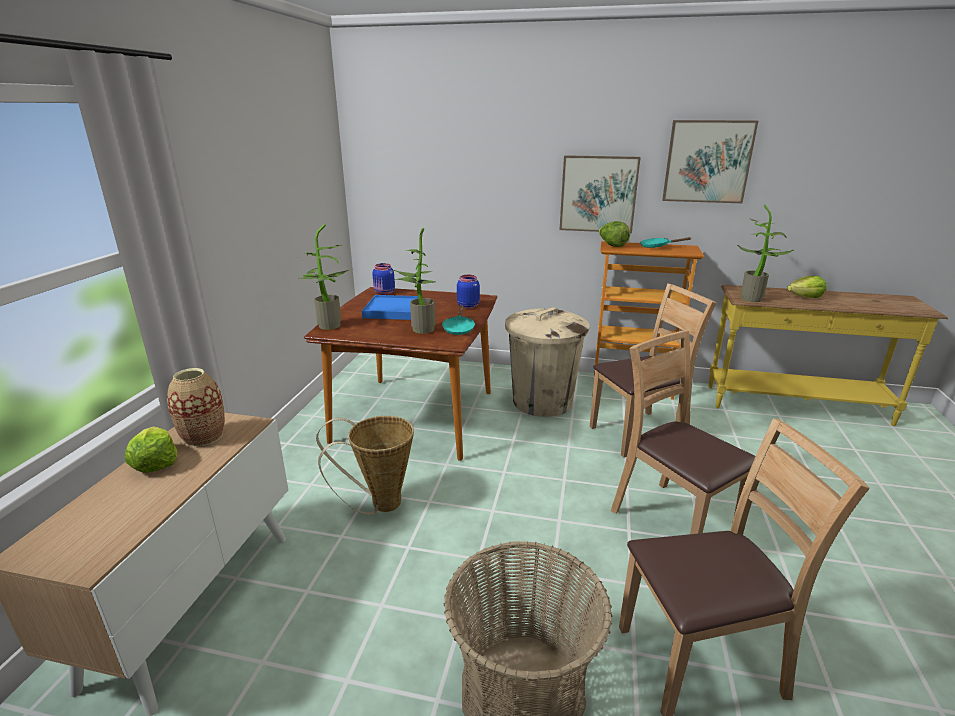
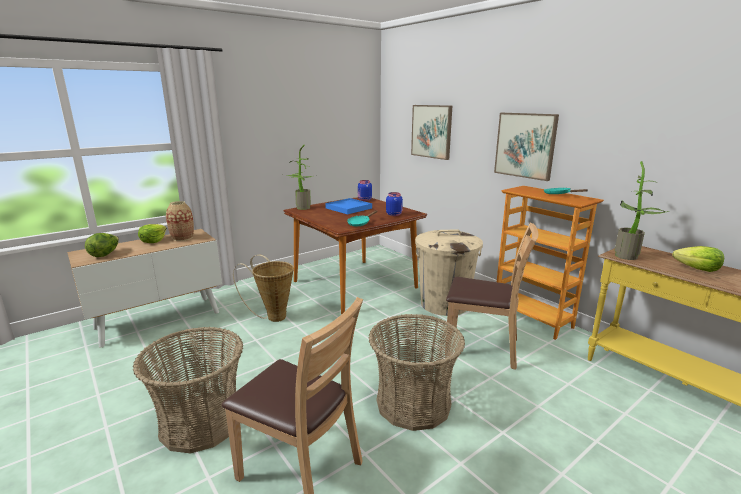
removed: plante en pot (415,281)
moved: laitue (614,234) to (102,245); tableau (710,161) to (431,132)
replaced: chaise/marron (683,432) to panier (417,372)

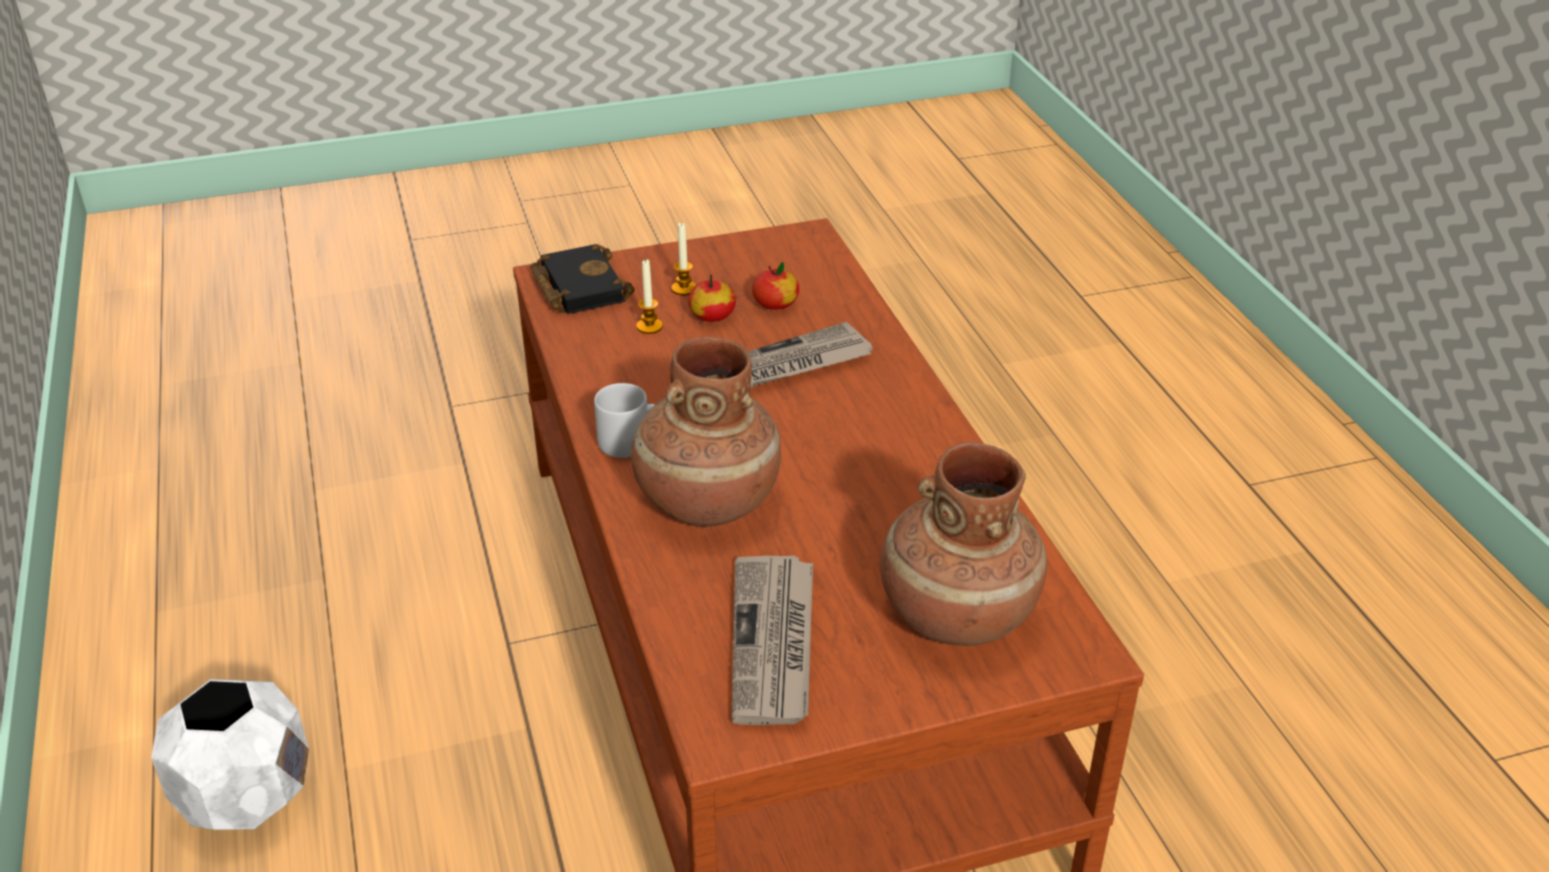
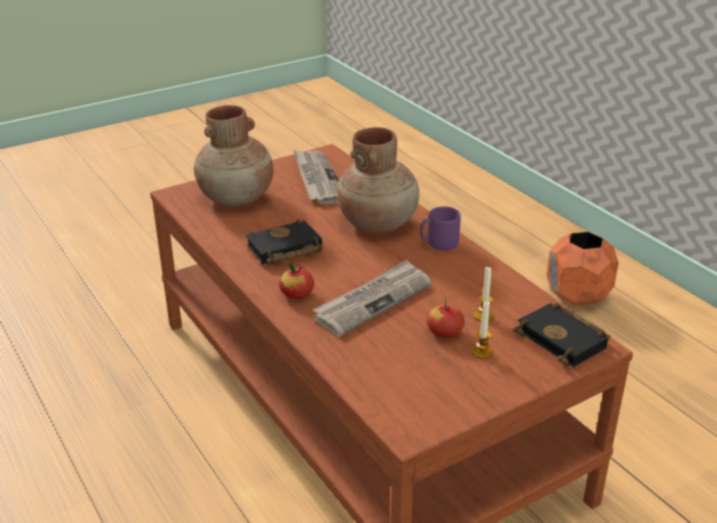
added: livre/noir (284,243)
moved: pomme (775,286) to (296,281)
recoloured: cache-pot/blanc (230,754) to cache-pot/orange (582,269); mug/gris (624,420) to mug/violet (440,228)

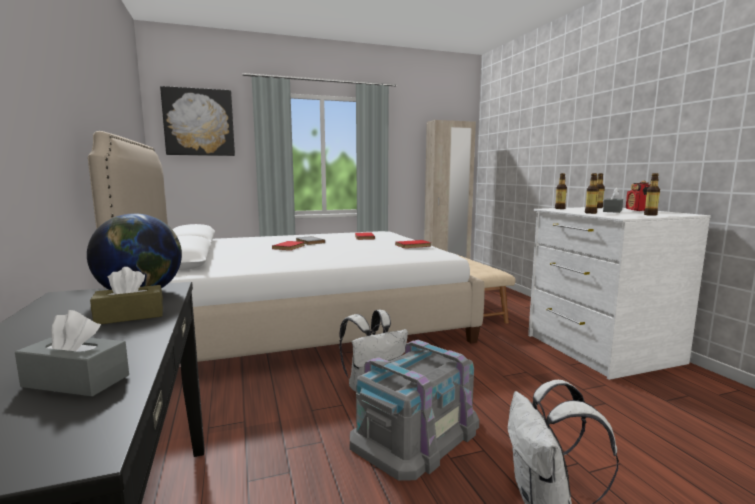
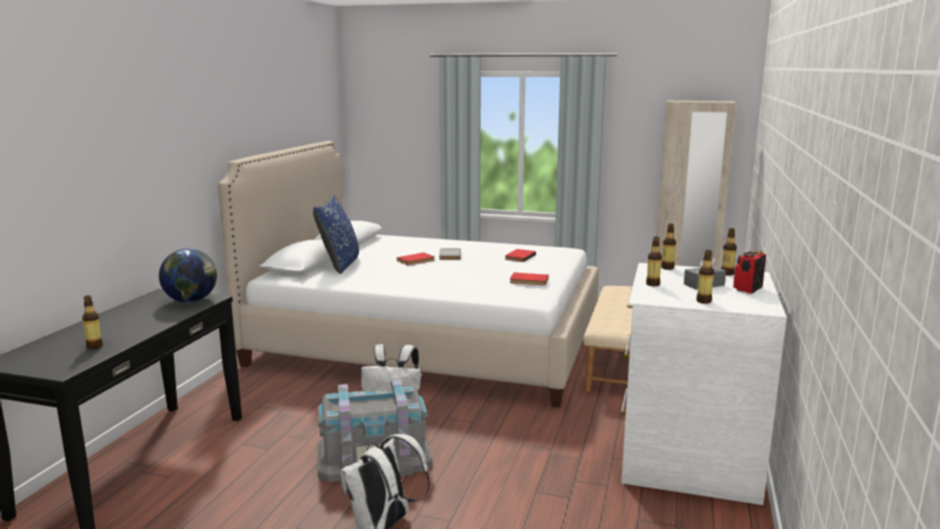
removed: boîte à mouchoirs/marron (126,295); tableau (197,121)
added: coussin/bleu (336,234)
replaced: boîte à mouchoirs/gris (72,353) to bouteille (92,322)

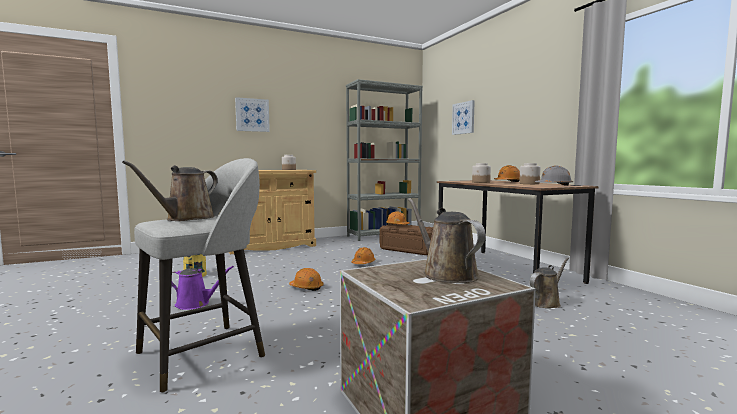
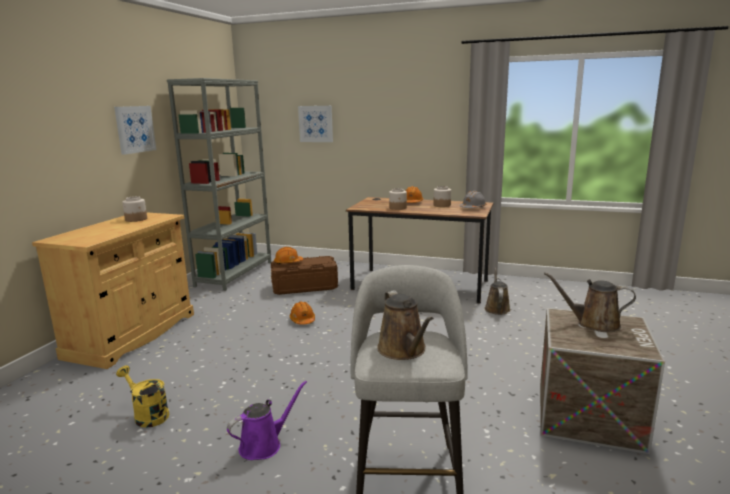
removed: casque de chantier/orange (306,279)
moved: tableau (252,114) to (135,130)

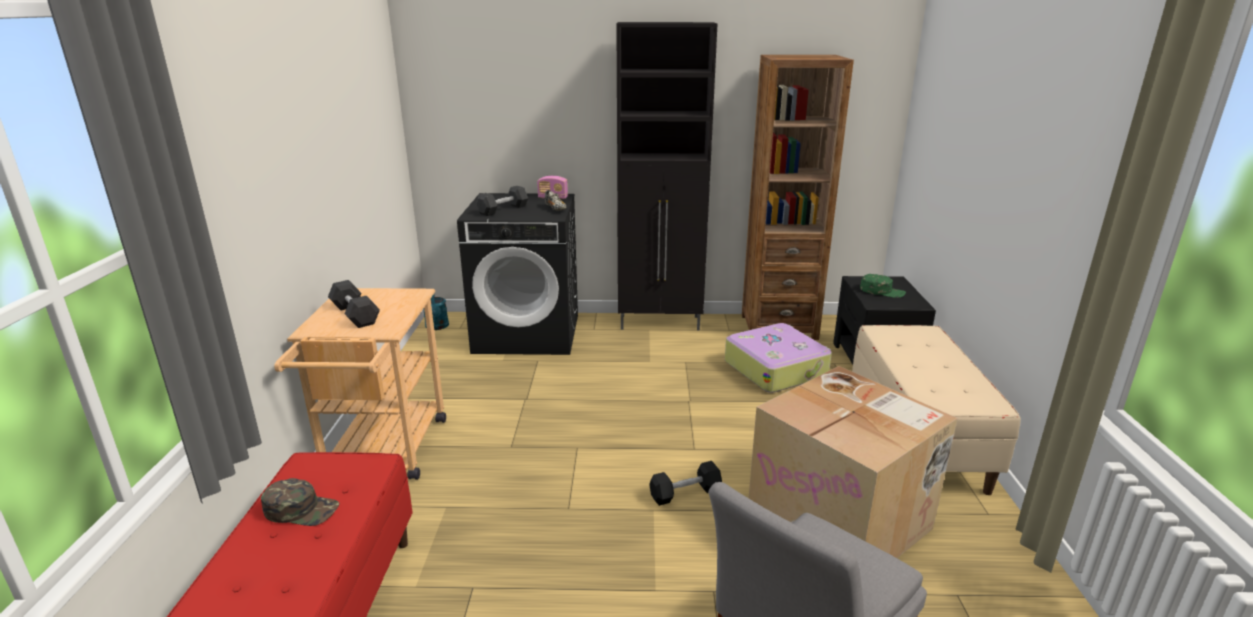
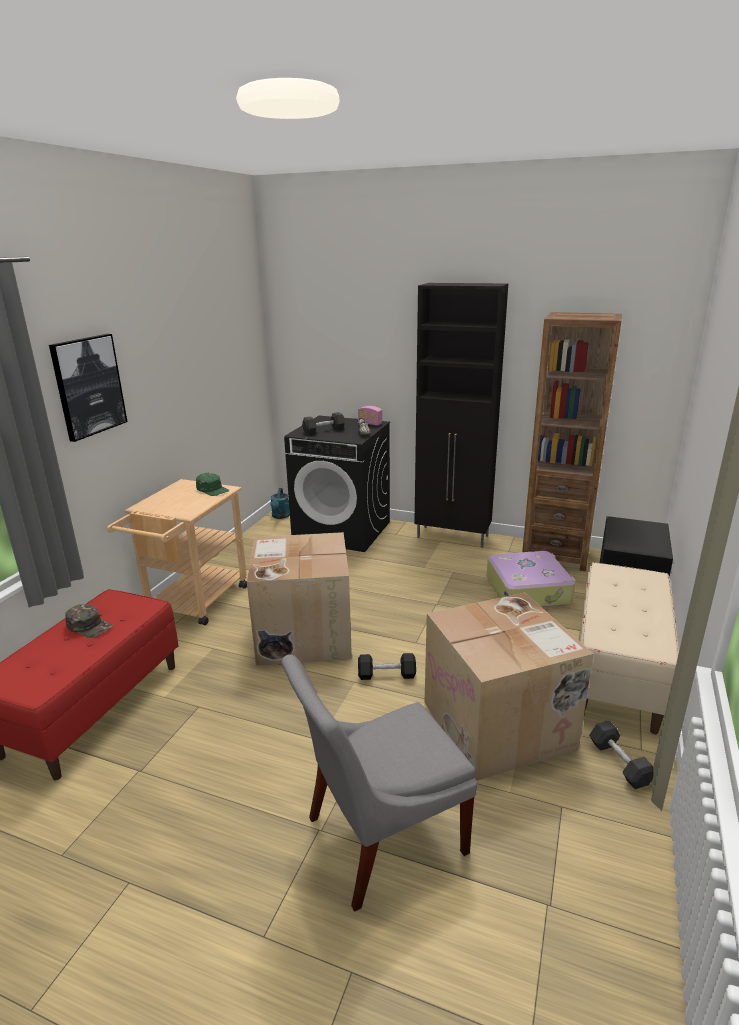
added: tableau (88,388); carton (299,598)
moved: haltère/noir (354,304) to (621,755); casquette/vert (883,286) to (212,484)

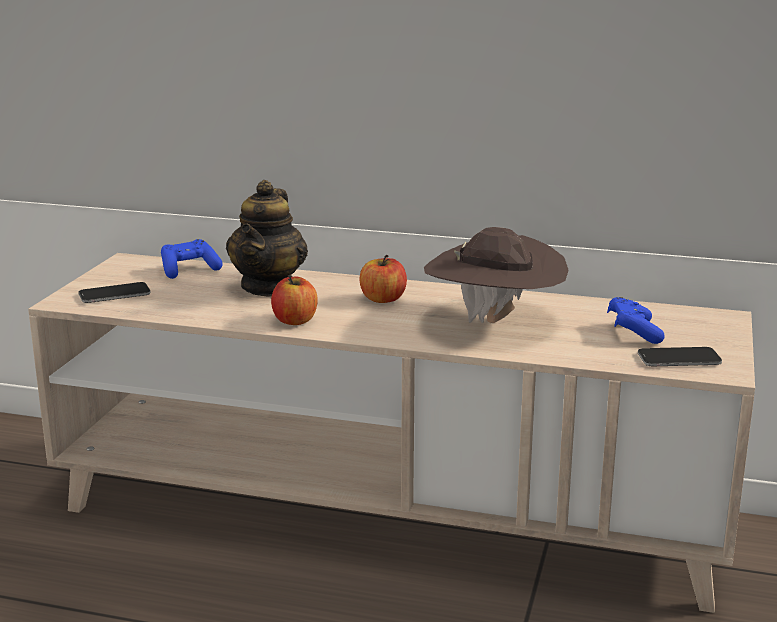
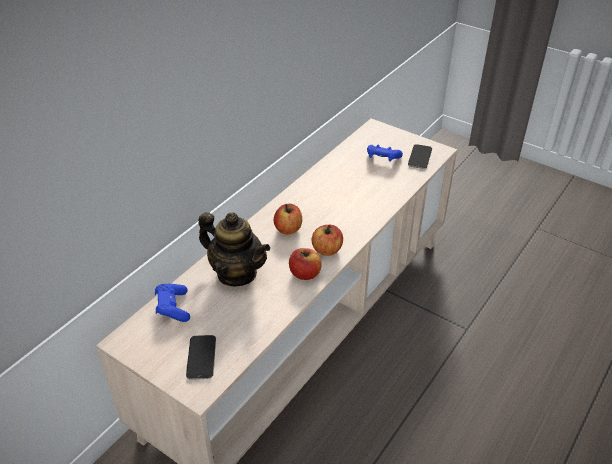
removed: chapeau/marron (496,275)
added: pomme (327,240)

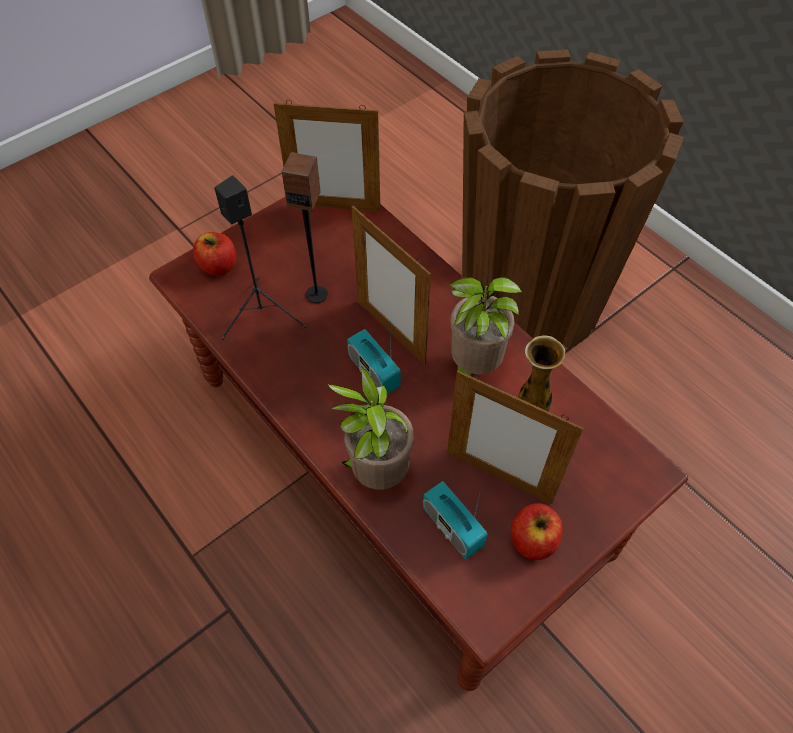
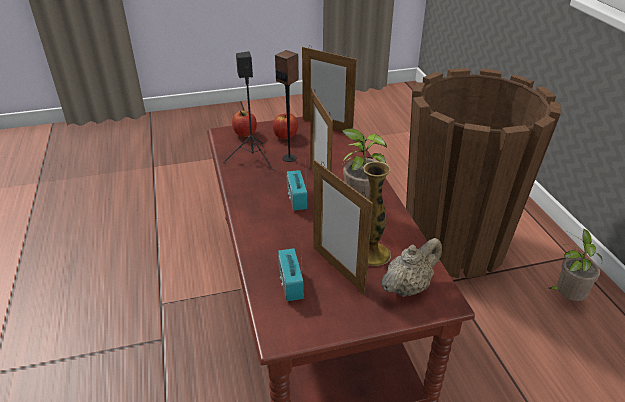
added: théière/beige (411,267)
moved: plante en pot (371,428) to (576,265); pomme (537,531) to (285,126)

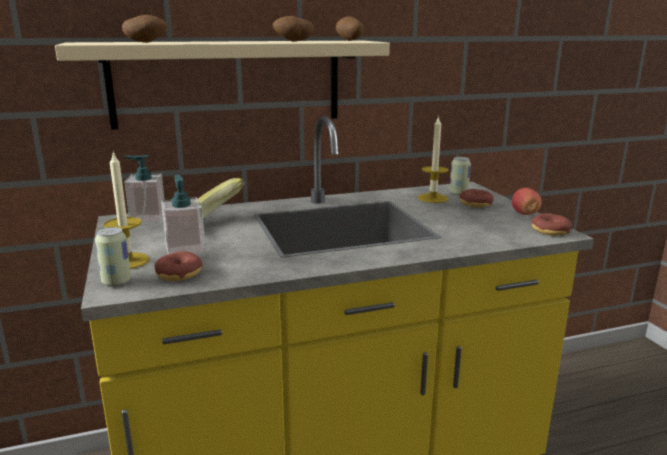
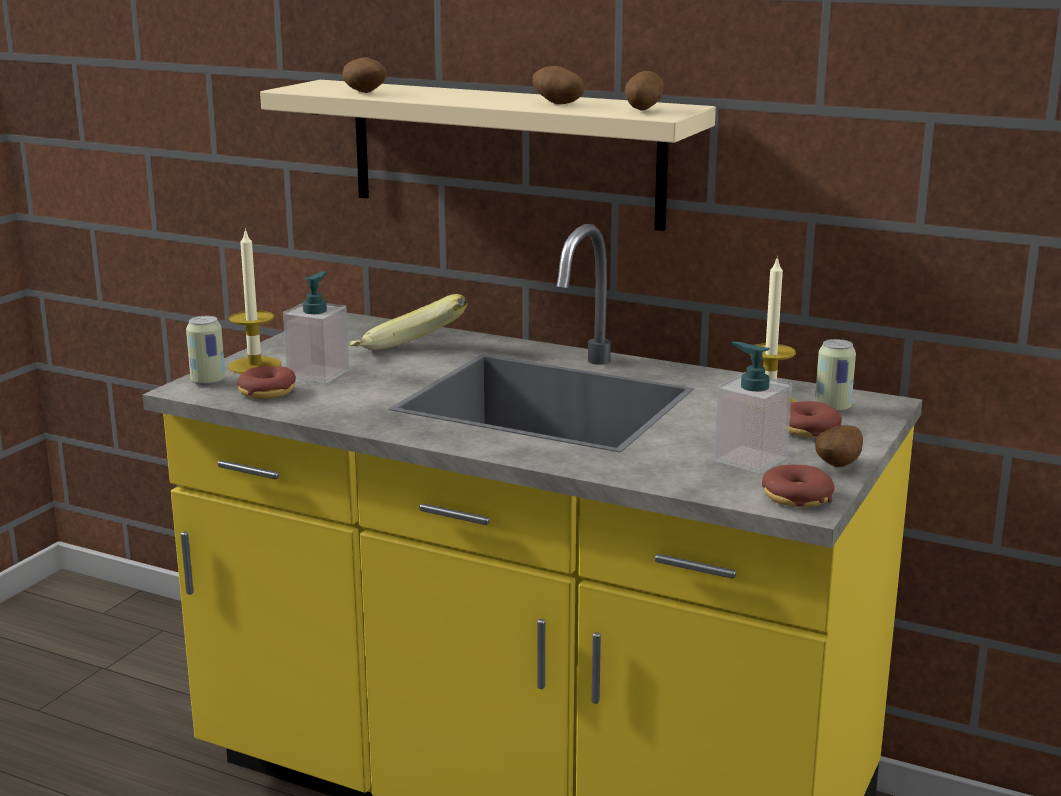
moved: distributeur de savon (144,190) to (753,408)
replaced: pomme (527,201) to pomme de terre (839,446)

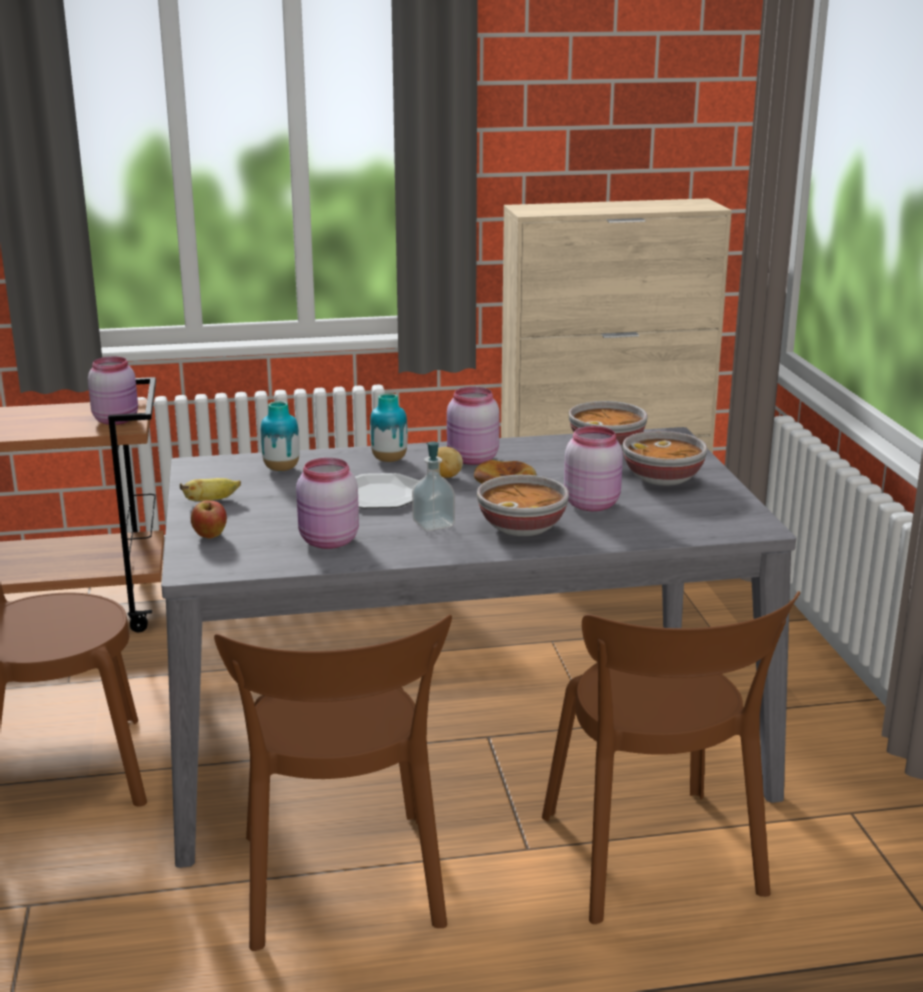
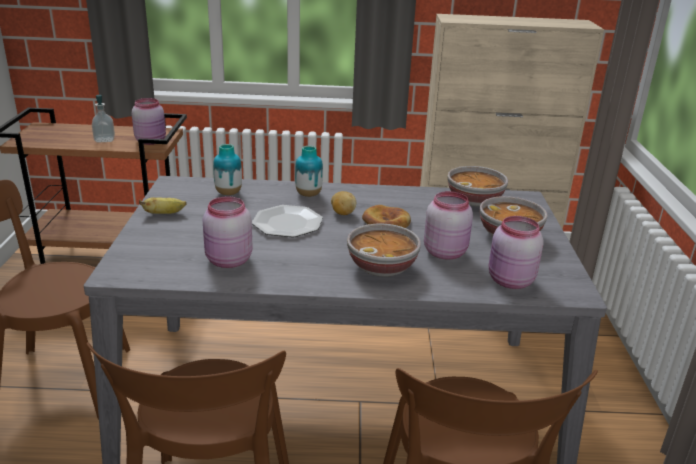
removed: pomme (209,519)
moved: distributeur de savon (433,486) to (103,118); bocal/rose (473,426) to (516,252)

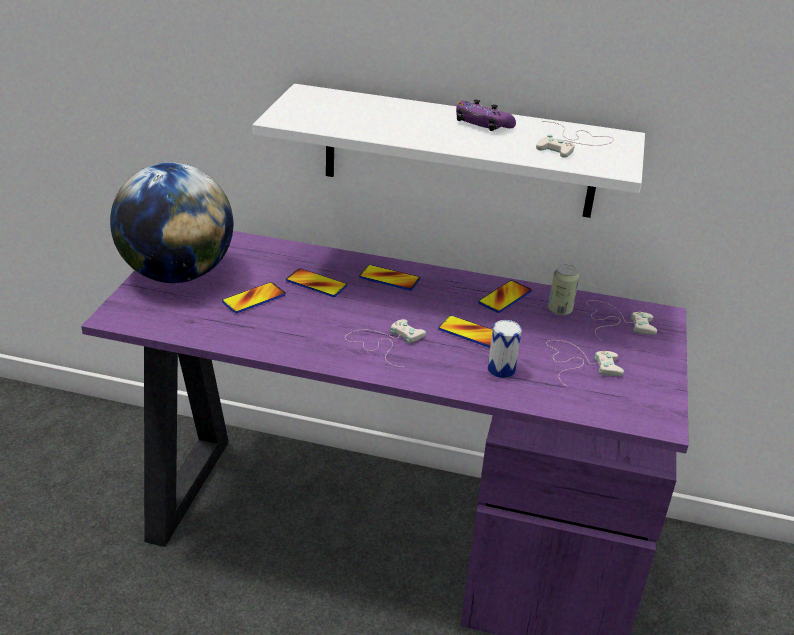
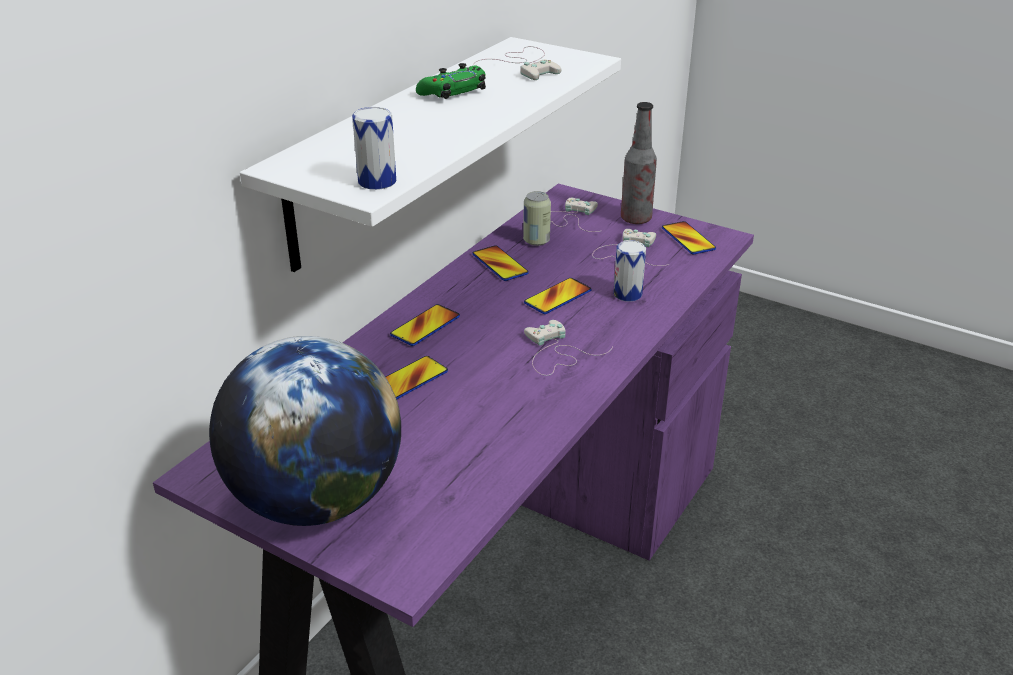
added: boîte métallique (374,148); bouteille (639,163)
moved: téléphone (254,297) to (689,237)
recoloured: manette/violet (486,115) to manette/vert (451,81)

